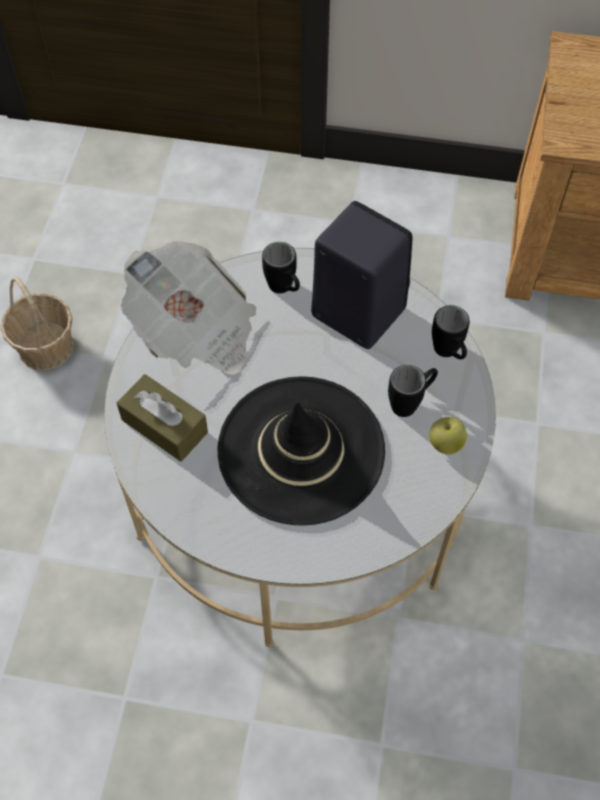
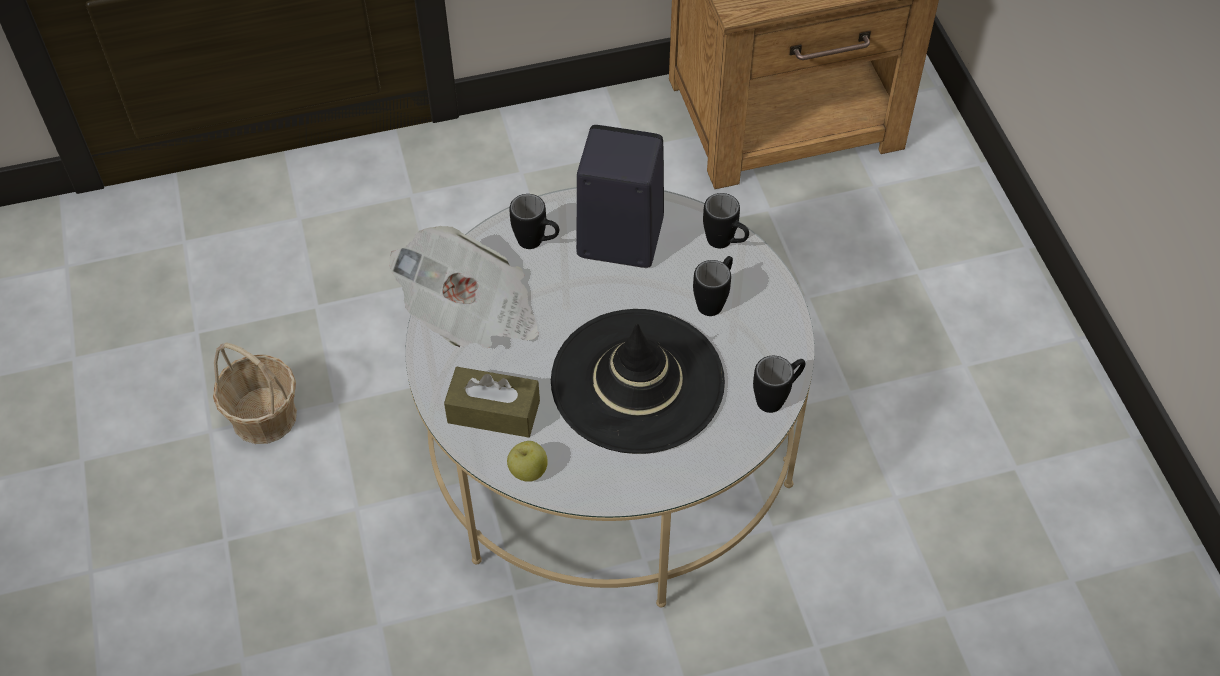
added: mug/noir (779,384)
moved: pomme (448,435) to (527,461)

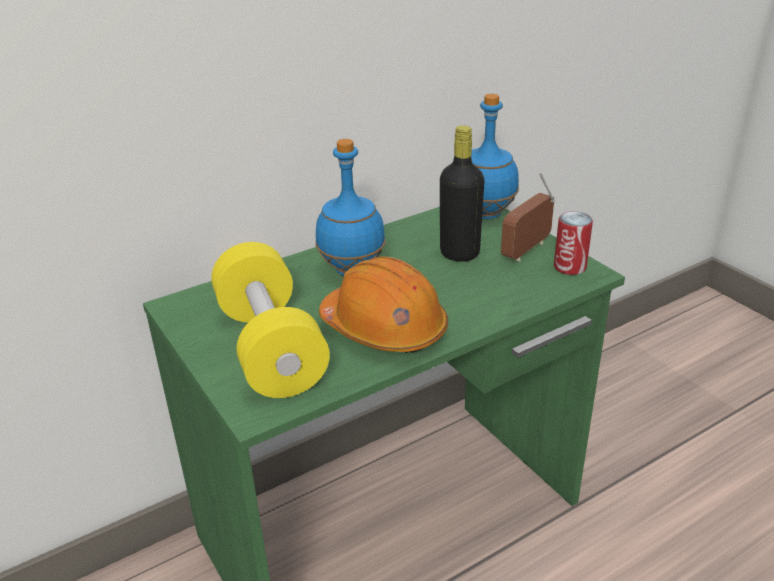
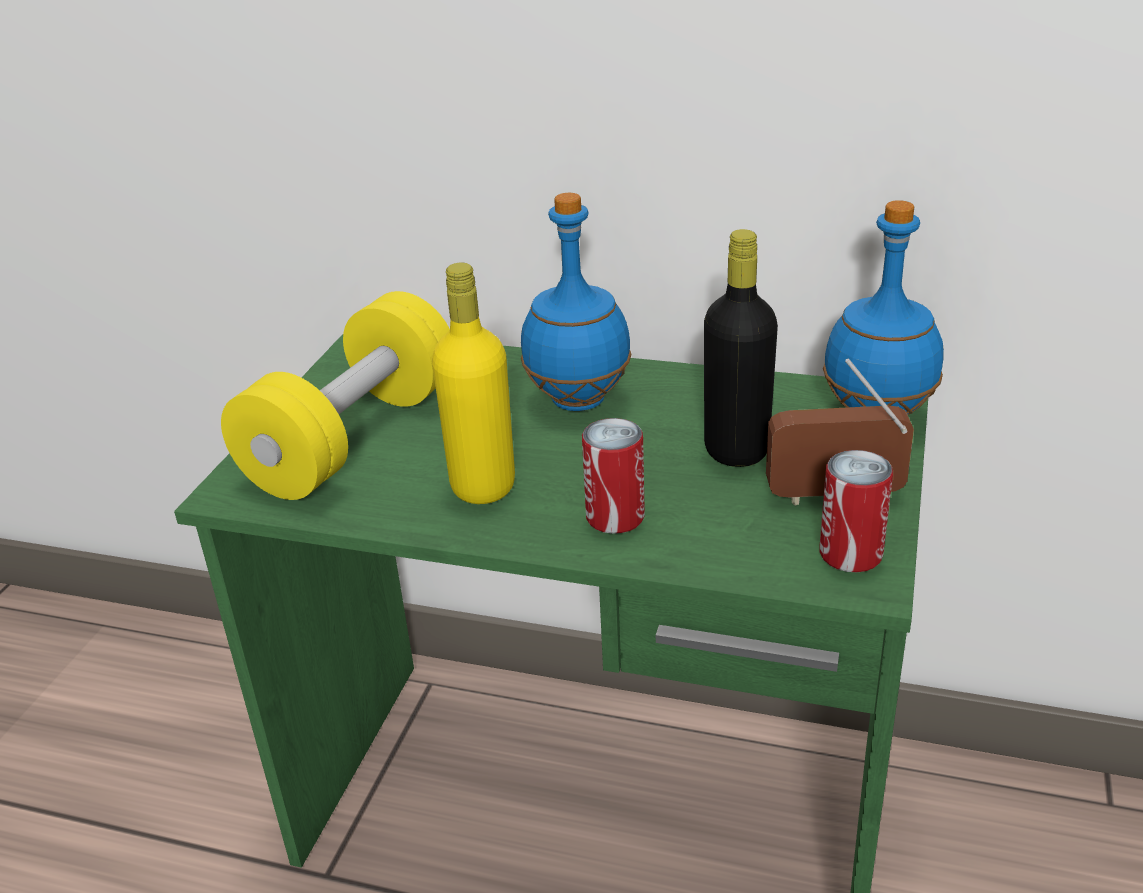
added: boîte métallique (613,476)
replaced: casque de chantier/orange (383,304) to bouteille/jaune (473,383)

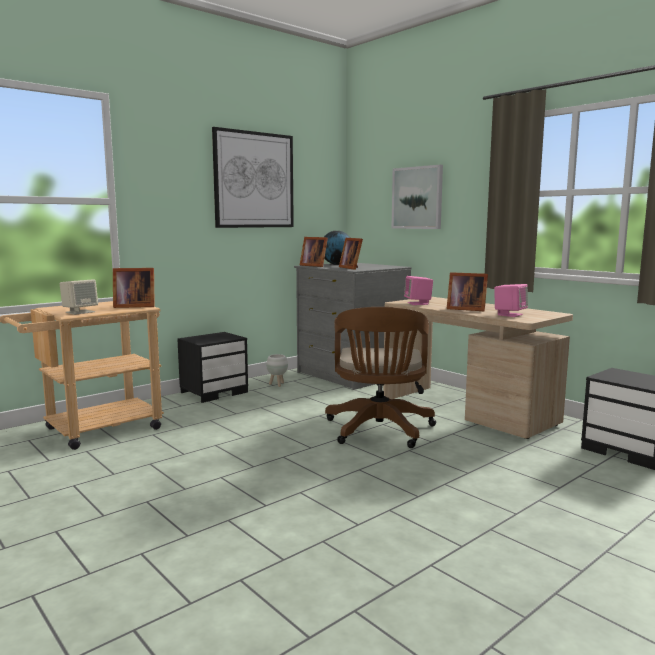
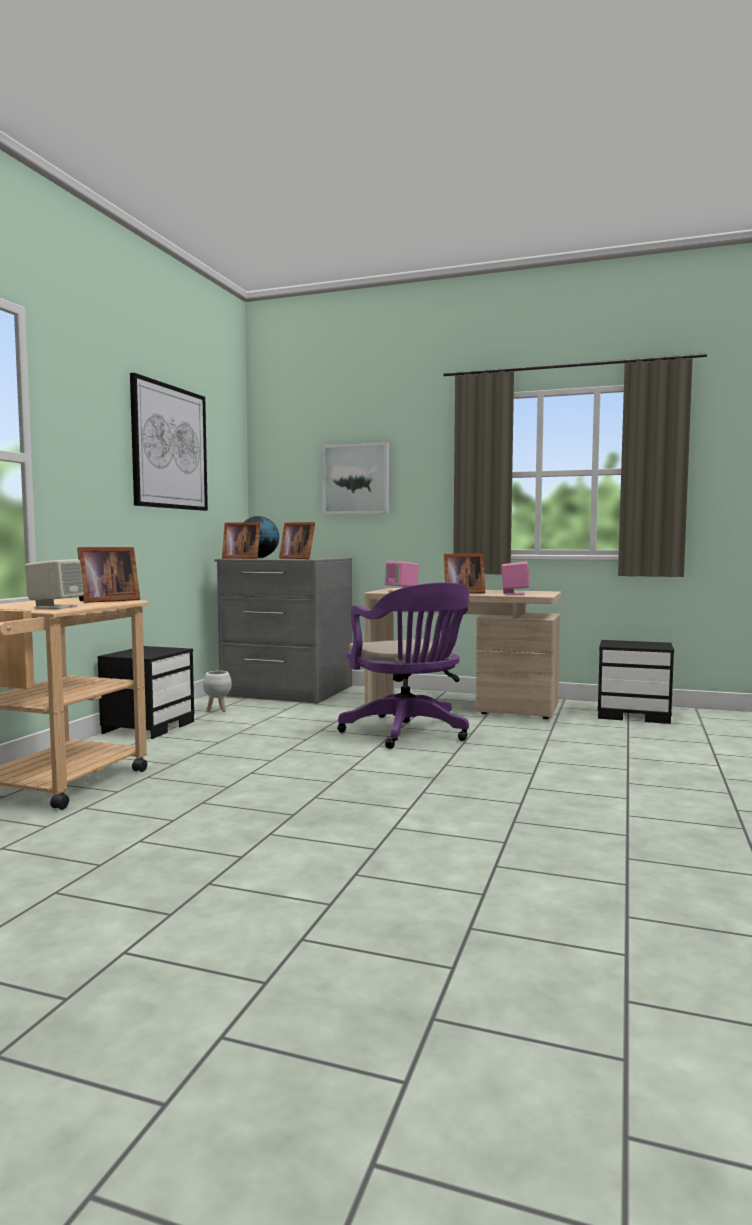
recoloured: chaise de bureau/marron (380,377) to chaise de bureau/violet (403,665)

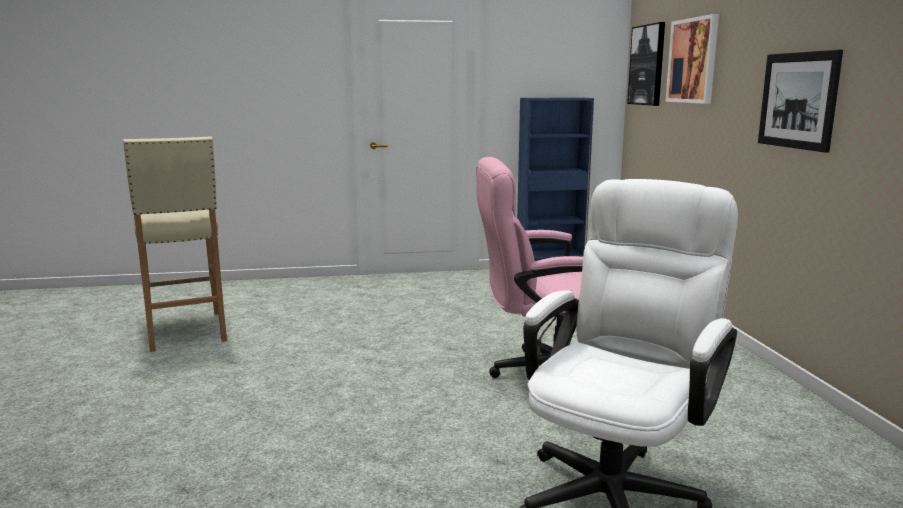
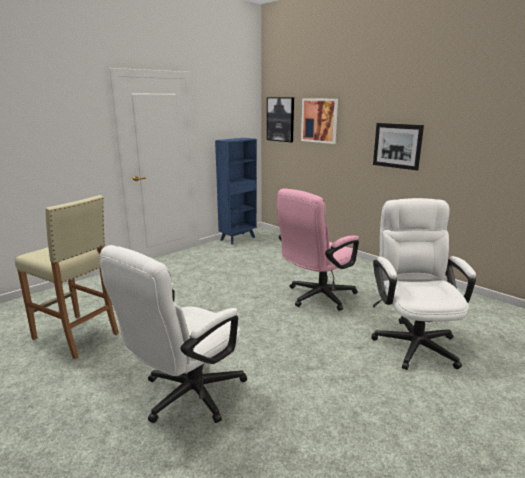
added: chaise de bureau/blanc (173,334)

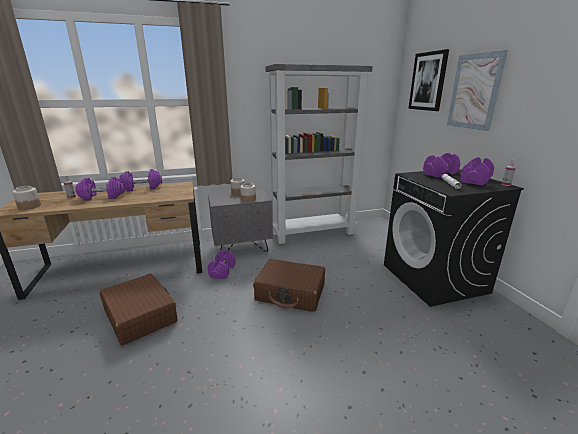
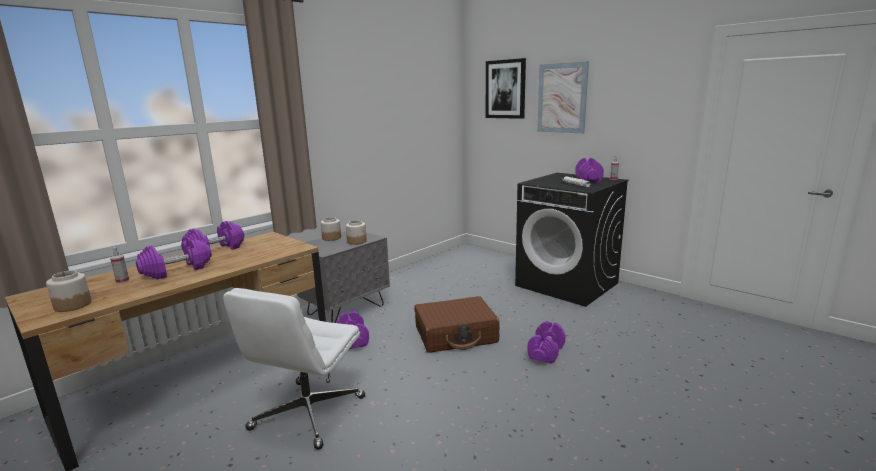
removed: bibliothèque/gris (319,154)
moved: haltère/violet (441,165) to (547,342)
replaced: valise/marron (138,309) to chaise de bureau/blanc (294,369)

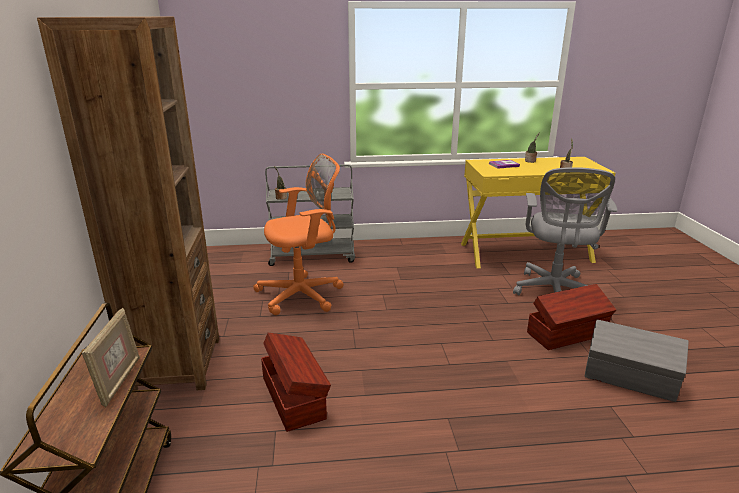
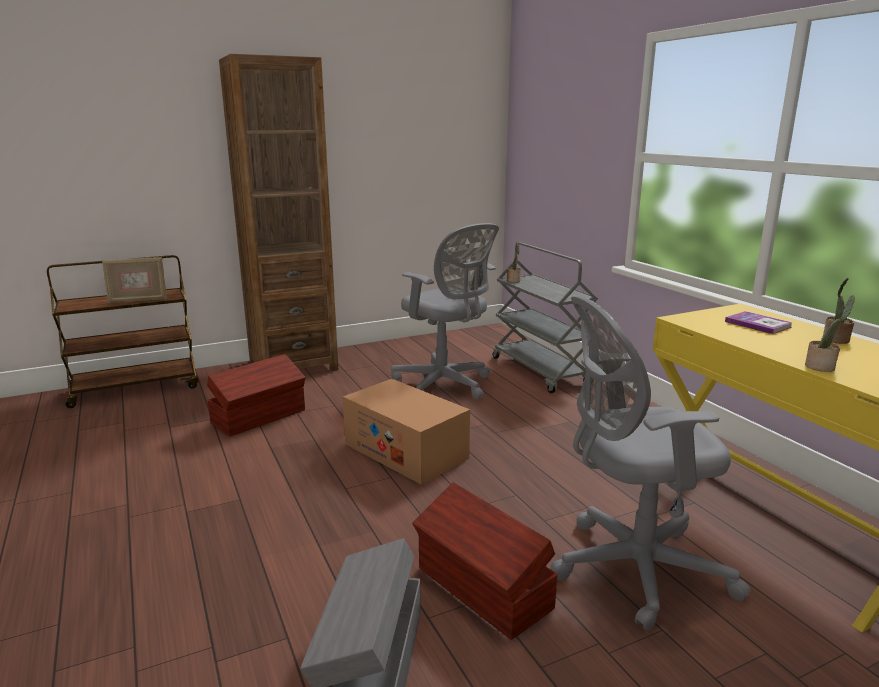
added: carton (406,432)
recoloured: chaise de bureau/orange (298,234) to chaise de bureau/gris (445,311)

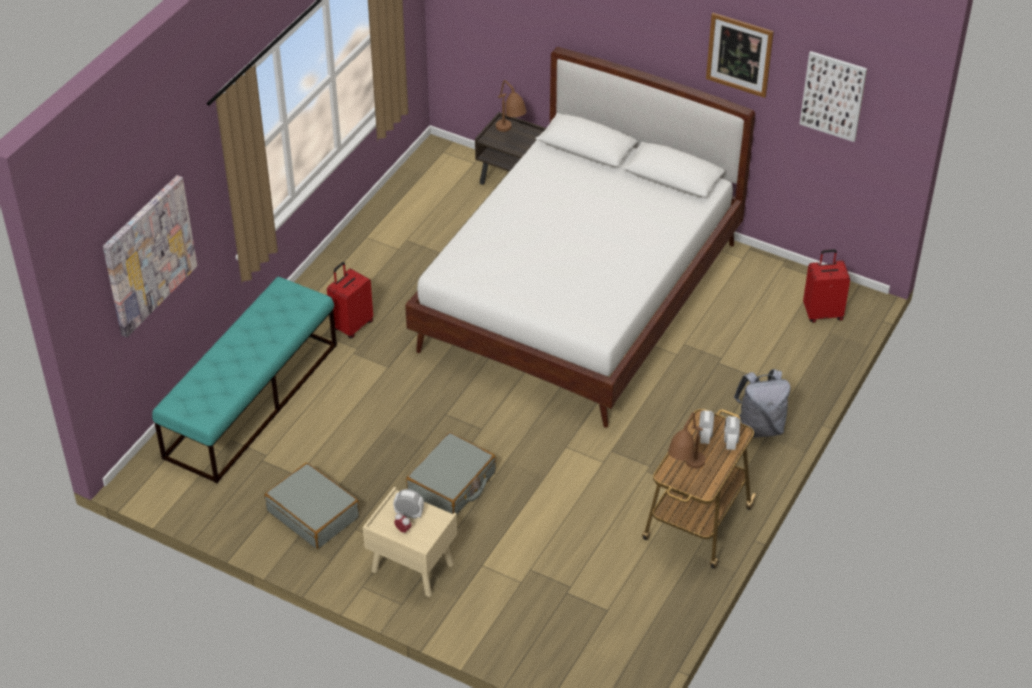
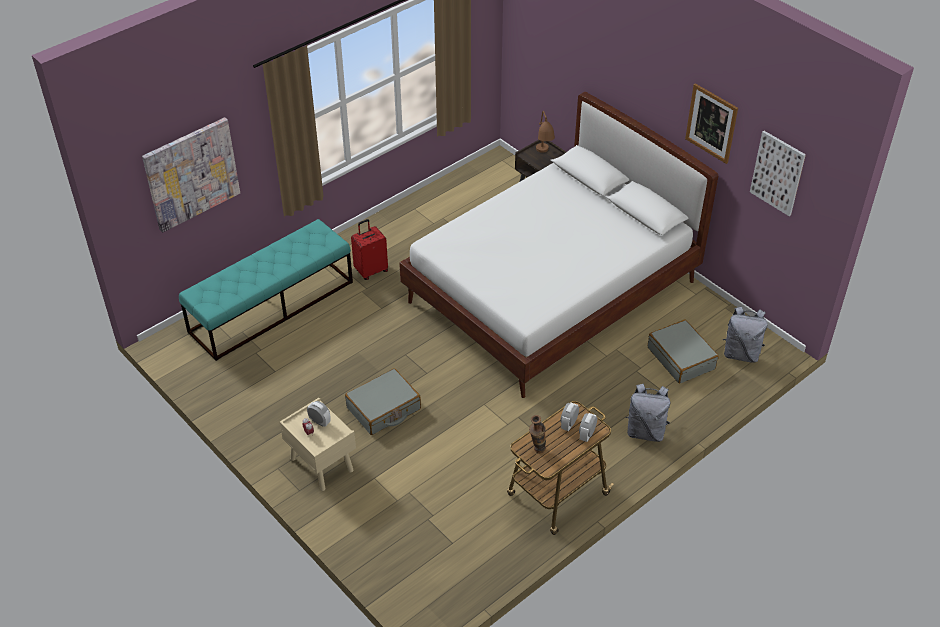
moved: valise/gris (312,506) to (683,352)
replaced: lampe de table/marron (686,441) to vase (537,434); valise/rouge (826,286) to sac à dos/gris (745,335)

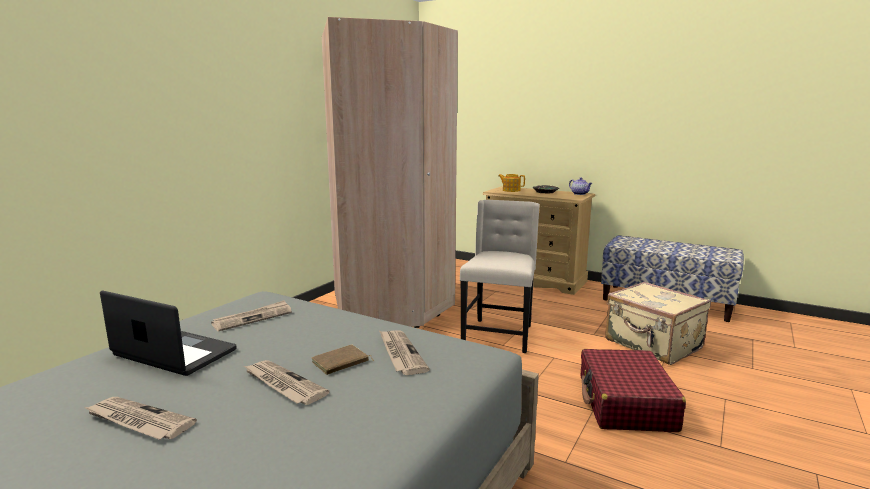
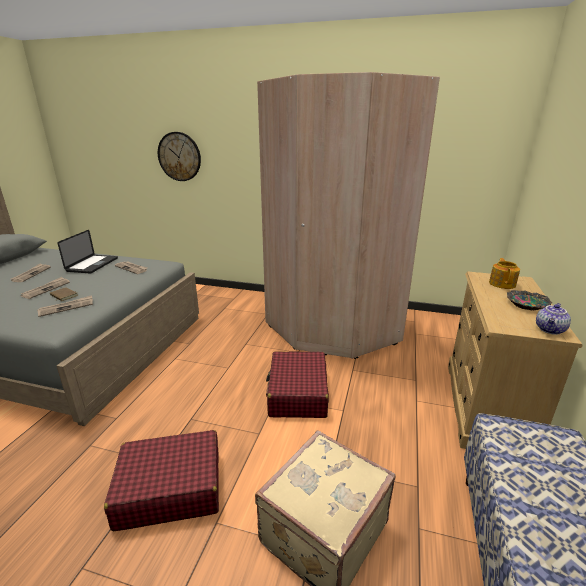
added: horloge murale (179,156)
replaced: chaise/beige (500,276) to valise/rouge (297,384)

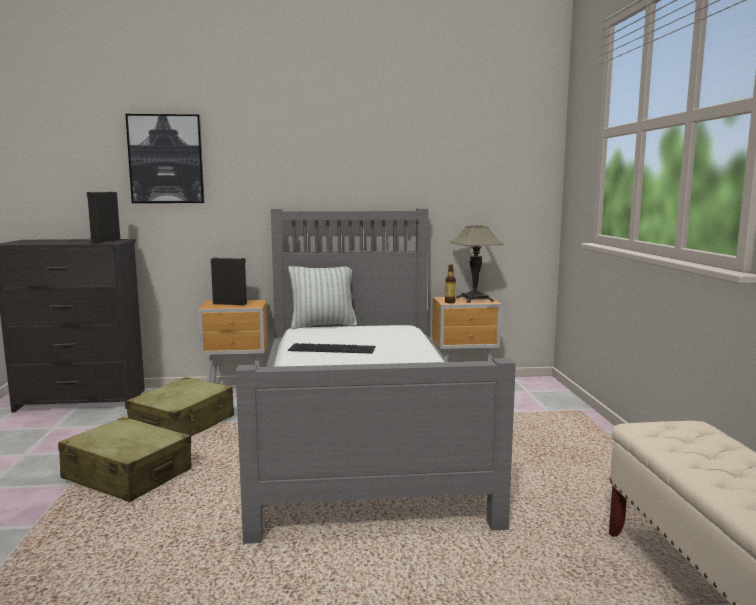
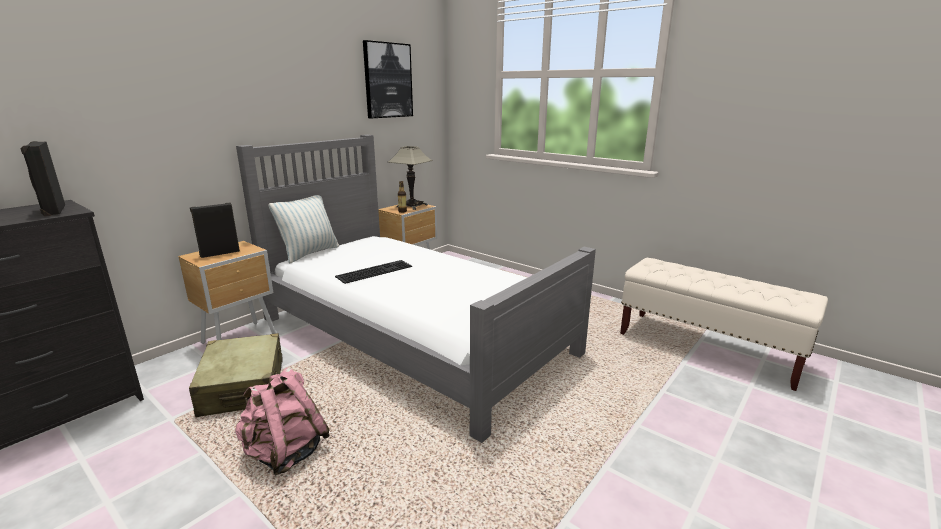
moved: tableau (165,158) to (388,79)
replaced: valise/beige (125,459) to sac à dos/rose (282,422)

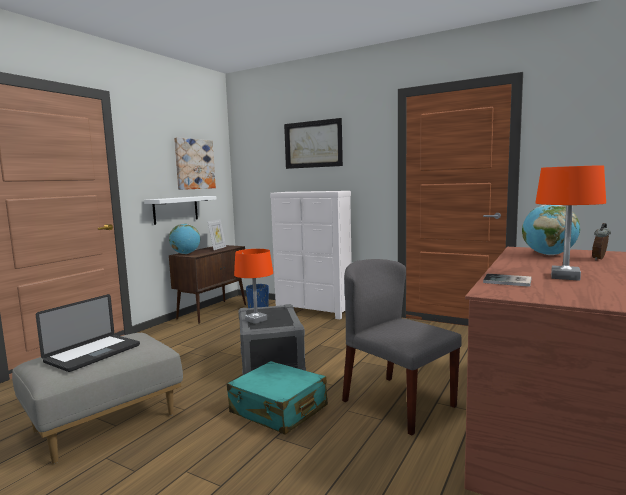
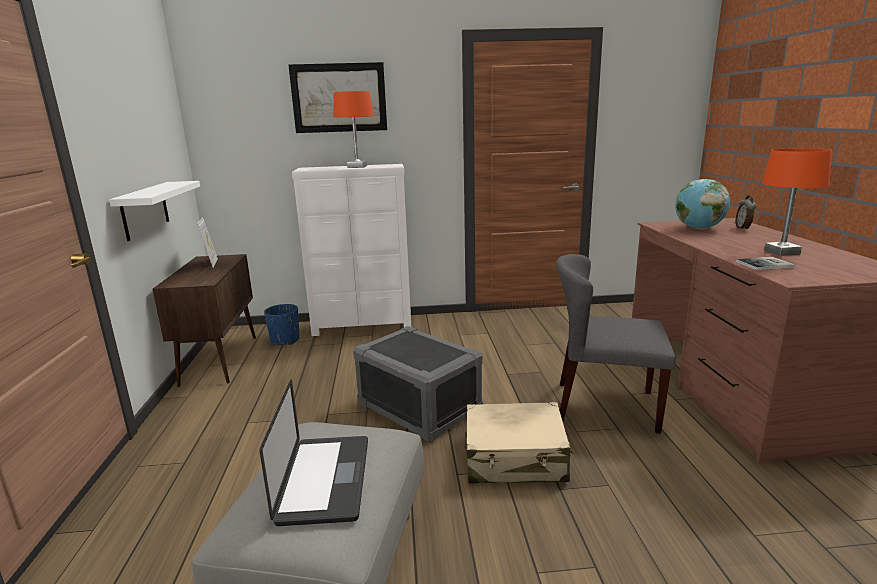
removed: globe (184,239); tableau (195,163)
moved: lampe de table/orange (253,286) to (353,129)
recoloured: valise/turquoise (277,398) to valise/beige (519,443)

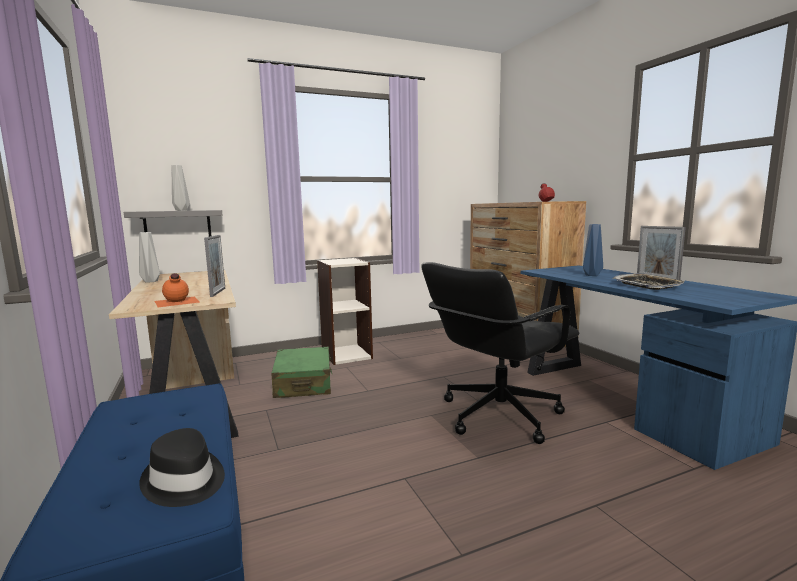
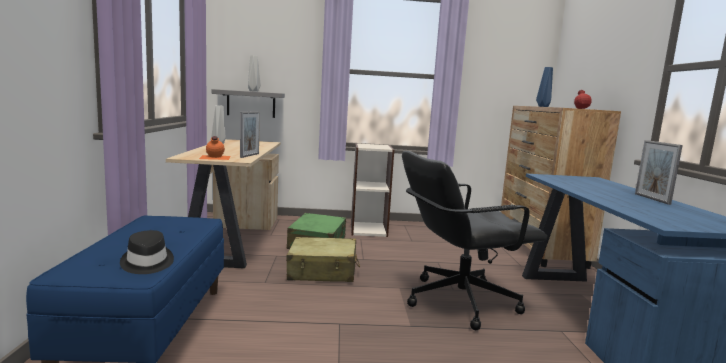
removed: plateau (648,281)
added: valise/beige (323,259)
moved: vase/bleu (593,250) to (544,87)

